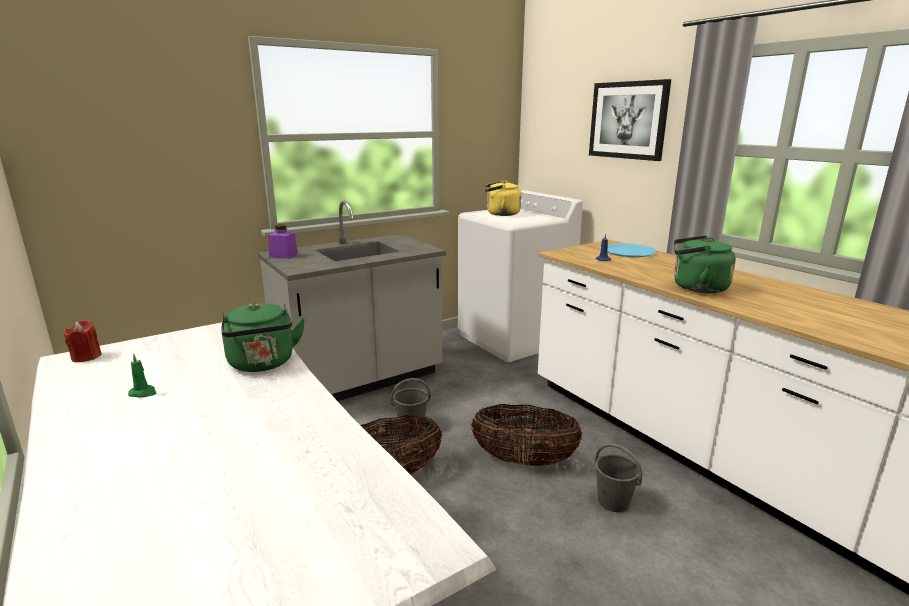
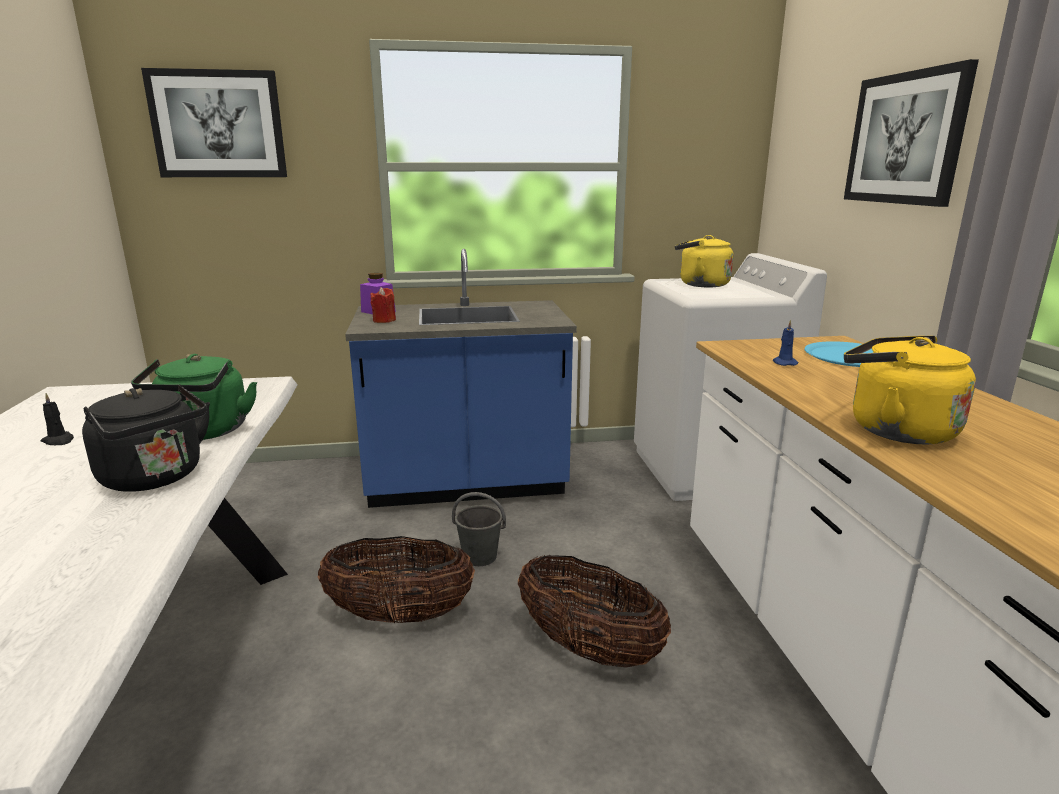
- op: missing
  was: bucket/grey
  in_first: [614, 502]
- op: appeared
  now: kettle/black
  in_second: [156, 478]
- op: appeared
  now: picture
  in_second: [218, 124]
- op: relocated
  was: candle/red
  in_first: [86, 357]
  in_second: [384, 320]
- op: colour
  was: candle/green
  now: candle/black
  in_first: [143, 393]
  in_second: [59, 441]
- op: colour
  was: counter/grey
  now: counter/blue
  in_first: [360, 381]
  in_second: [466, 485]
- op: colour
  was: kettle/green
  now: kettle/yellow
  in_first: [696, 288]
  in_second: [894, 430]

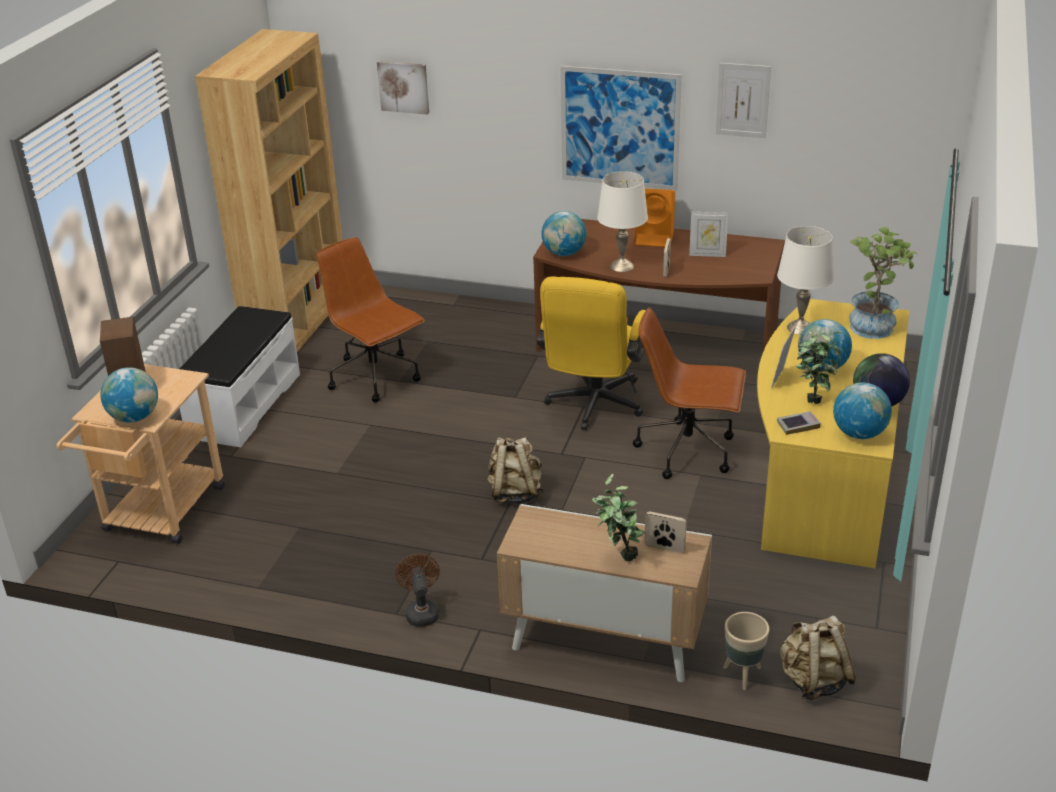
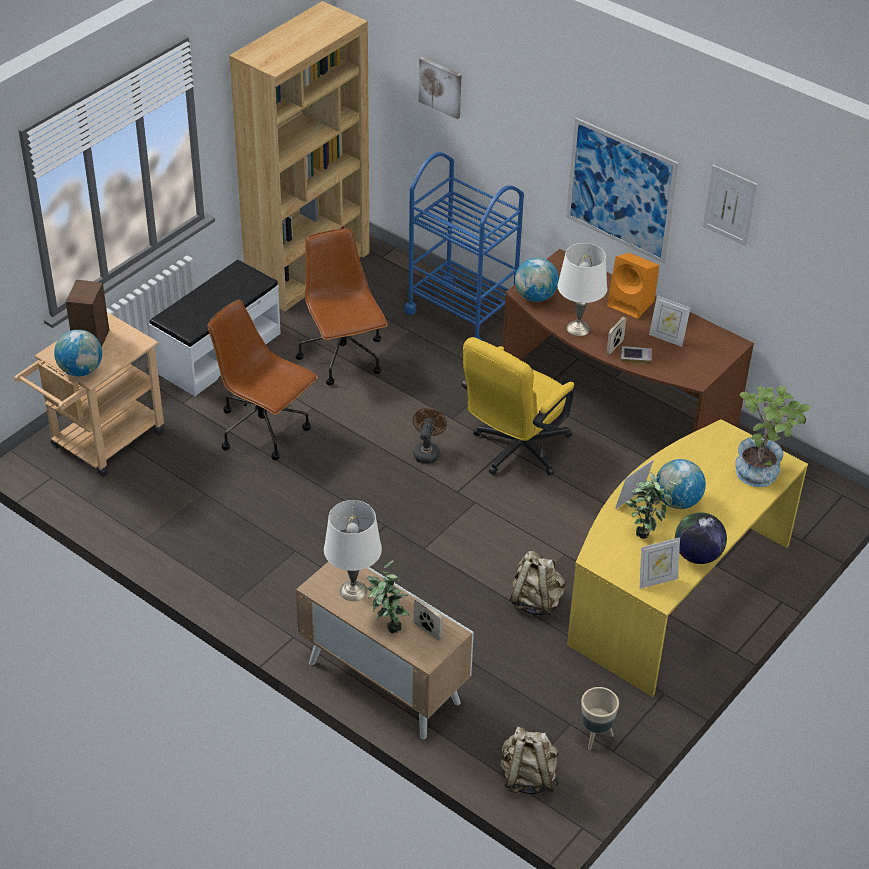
- op: appeared
  now: cart/blue
  in_second: [462, 314]
- op: relocated
  was: fan/brown
  in_first: [421, 611]
  in_second: [427, 451]
- op: relocated
  was: backpack/beige
  in_first: [515, 493]
  in_second: [536, 601]
- op: relocated
  was: office chair/brown
  in_first: [688, 451]
  in_second: [264, 430]
- op: relocated
  was: planter/beige
  in_first: [743, 675]
  in_second: [595, 736]
- op: relocated
  was: table lamp/white
  in_first: [800, 327]
  in_second: [353, 590]
- op: relocated
  was: book
  in_first: [798, 425]
  in_second: [636, 357]
- op: exchanged
  was: globe
  now: picture frame
  in_first: [859, 433]
  in_second: [656, 580]

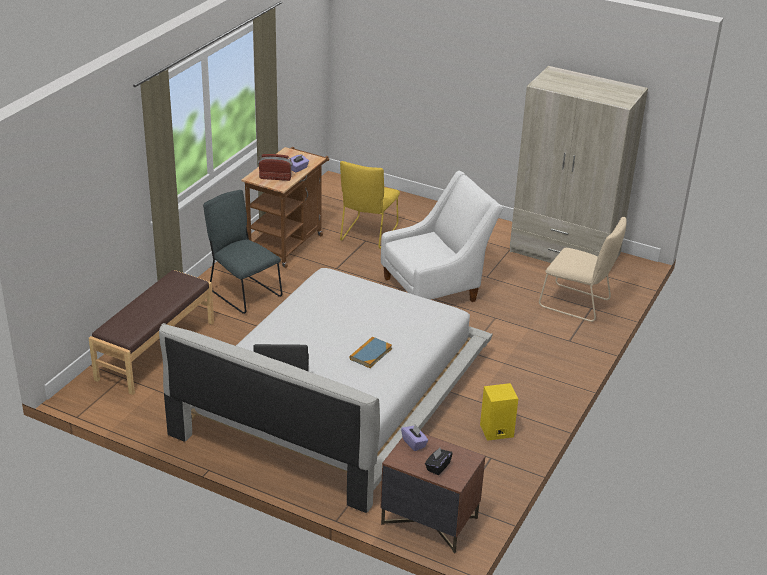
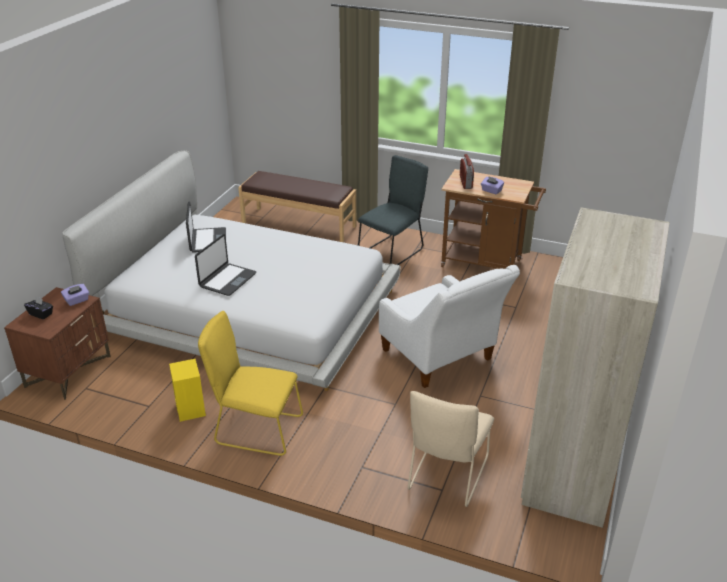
- op: relocated
  was: chair/yellow
  in_first: [367, 235]
  in_second: [255, 429]
- op: exchanged
  was: book
  now: laptop
  in_first: [370, 354]
  in_second: [227, 280]

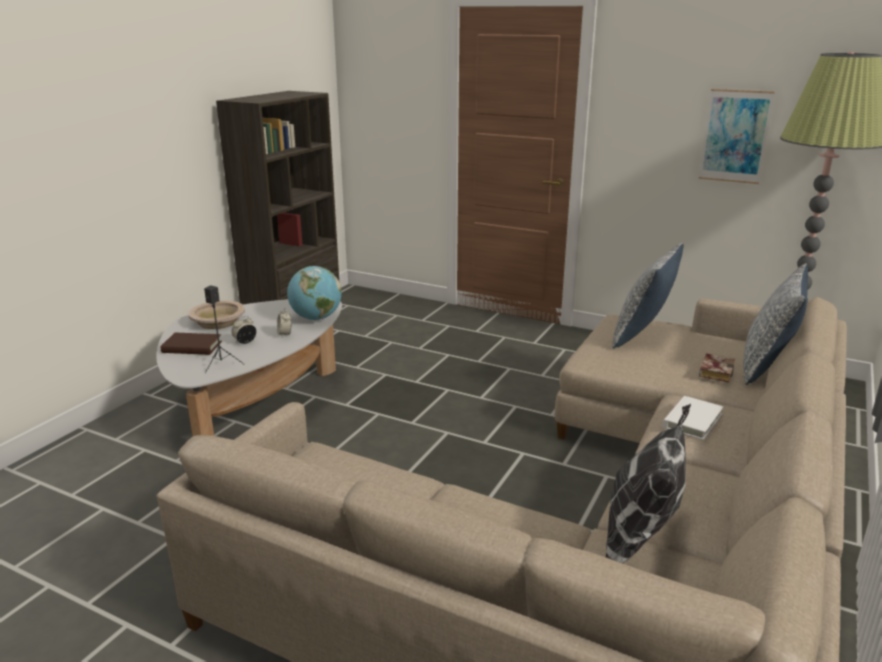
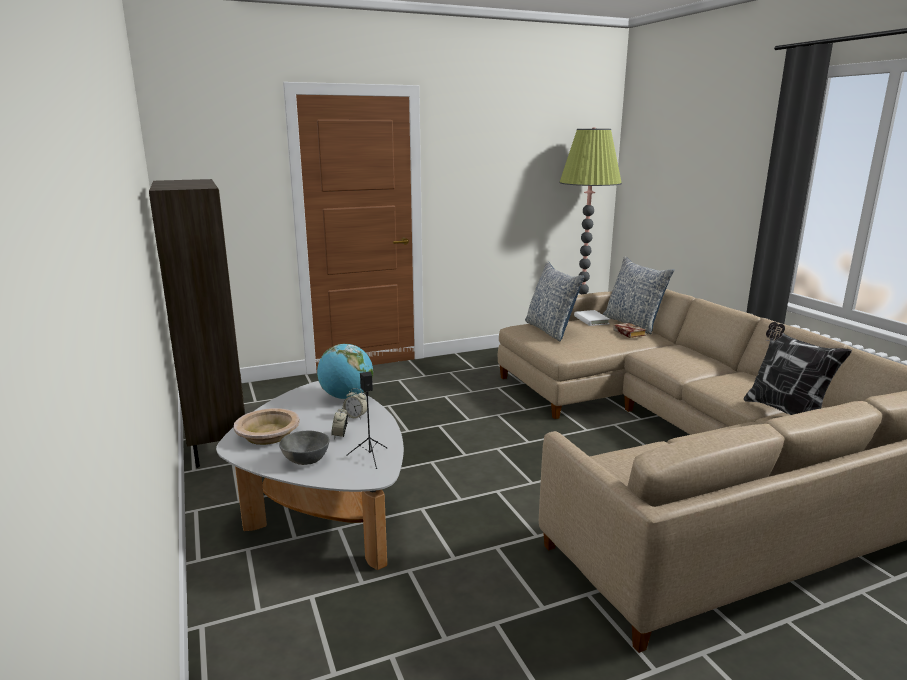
- op: missing
  was: picture
  in_first: [735, 136]
- op: relocated
  was: book/white
  in_first: [692, 421]
  in_second: [591, 320]
- op: exchanged
  was: book/brown
  now: bowl/grey
  in_first: [192, 347]
  in_second: [305, 460]

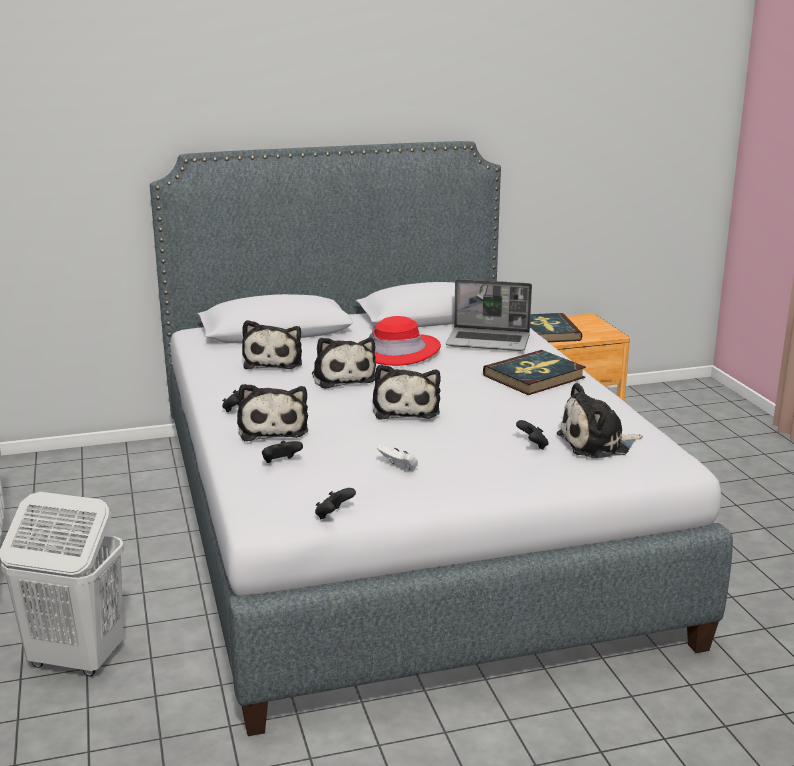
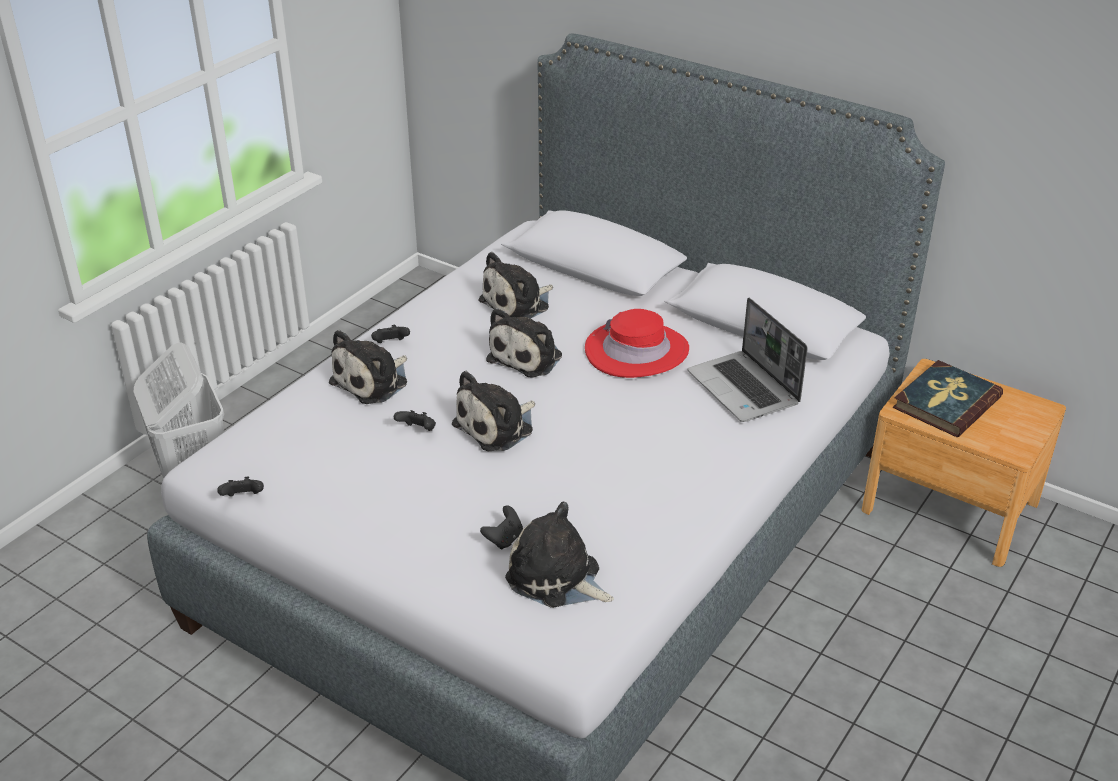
- op: missing
  was: game controller/white
  in_first: [399, 467]
- op: missing
  was: book
  in_first: [534, 377]
- op: relocated
  was: game controller/black
  in_first: [281, 463]
  in_second: [417, 431]

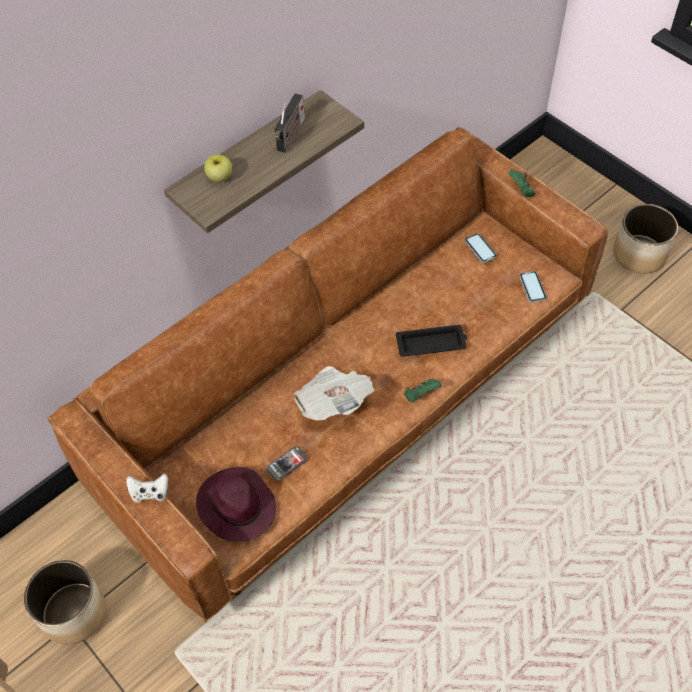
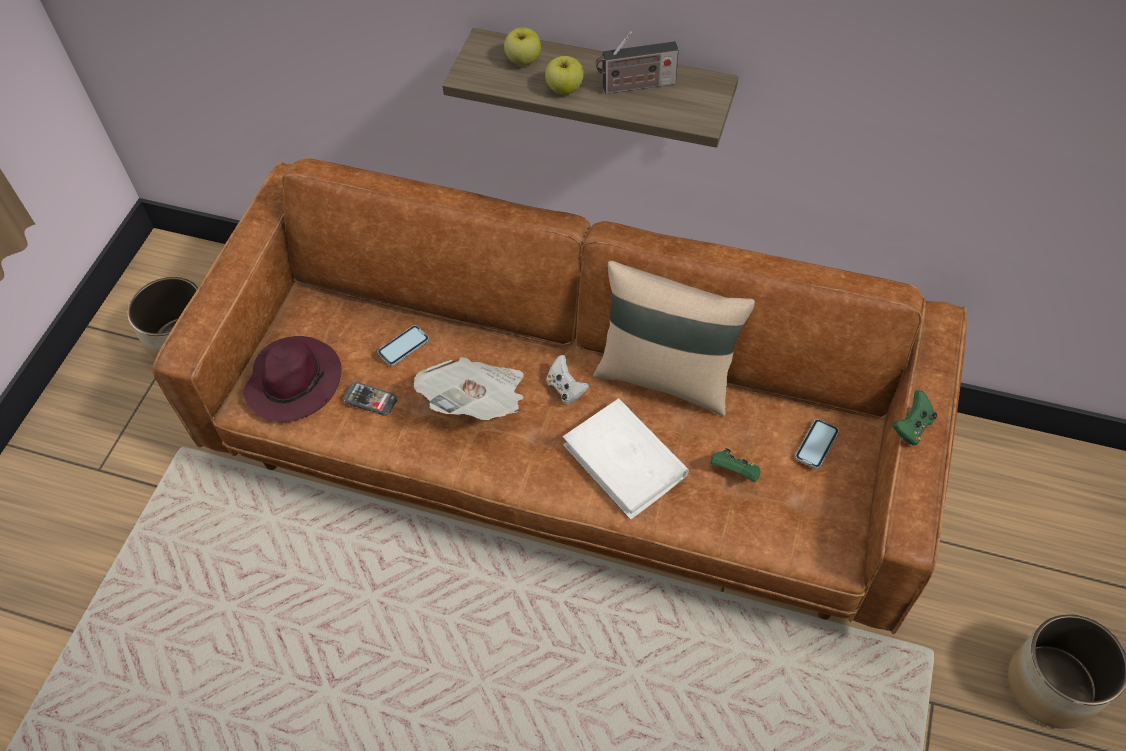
- op: appeared
  now: apple
  in_second: [564, 88]
- op: appeared
  now: pillow/beige
  in_second: [666, 376]
- op: relocated
  was: game controller/white
  in_first: [150, 493]
  in_second: [566, 389]
- op: relocated
  was: game controller/green
  in_first: [420, 395]
  in_second: [735, 472]
- op: relocated
  was: phone
  in_first: [532, 287]
  in_second: [403, 346]
- op: exchanged
  was: tray/black
  now: book/white
  in_first: [432, 343]
  in_second: [625, 461]

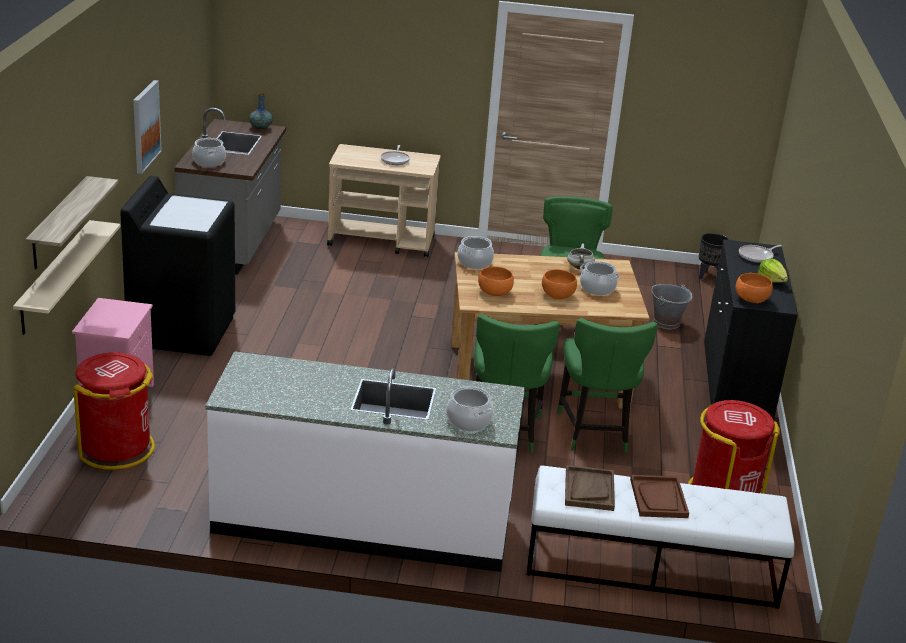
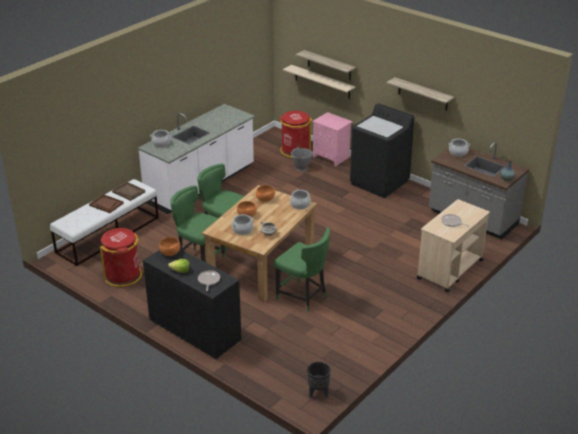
- op: relocated
  was: bucket/grey
  in_first: [666, 322]
  in_second: [301, 168]
- op: exchanged
  was: picture
  now: shelf
  in_first: [145, 126]
  in_second: [423, 94]

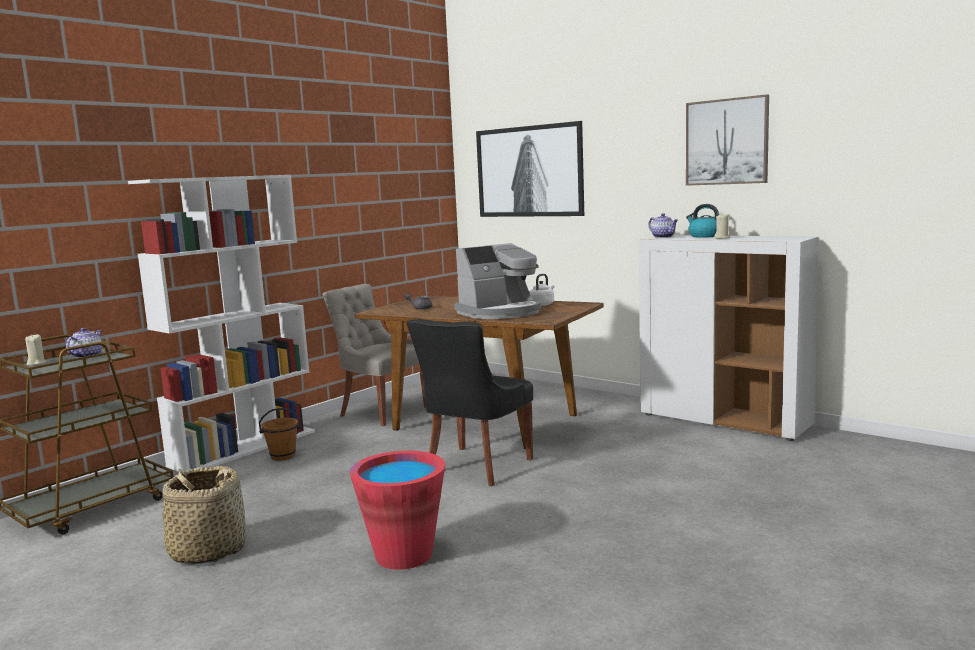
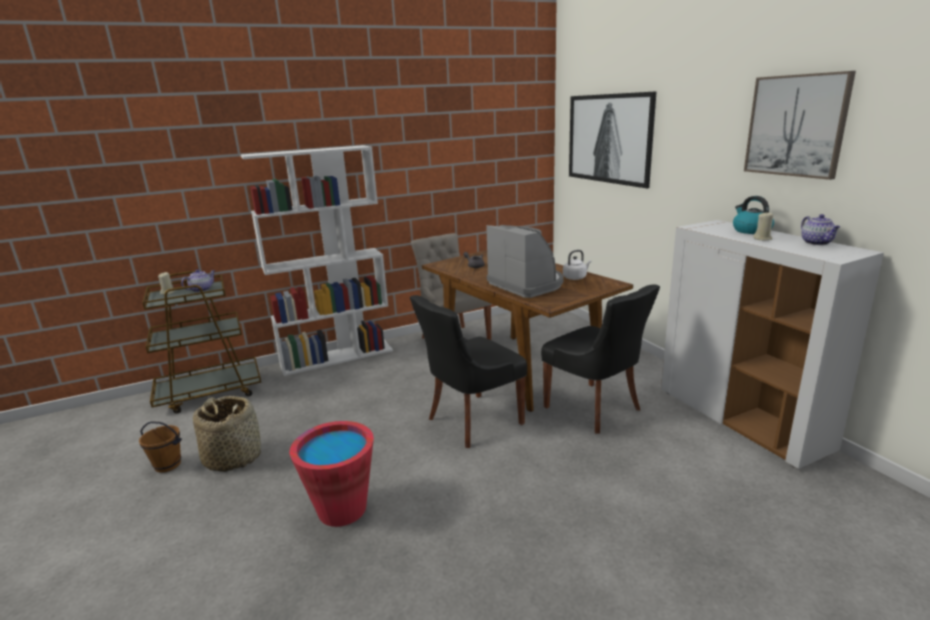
- op: appeared
  now: chair/black
  in_second: [594, 408]
- op: relocated
  was: bucket/brown
  in_first: [283, 456]
  in_second: [168, 465]
- op: relocated
  was: teapot
  in_first: [663, 237]
  in_second: [817, 243]
- op: spun
  was: coffee machine
  in_first: [500, 312]
  in_second: [527, 284]
  clockwise: -120

